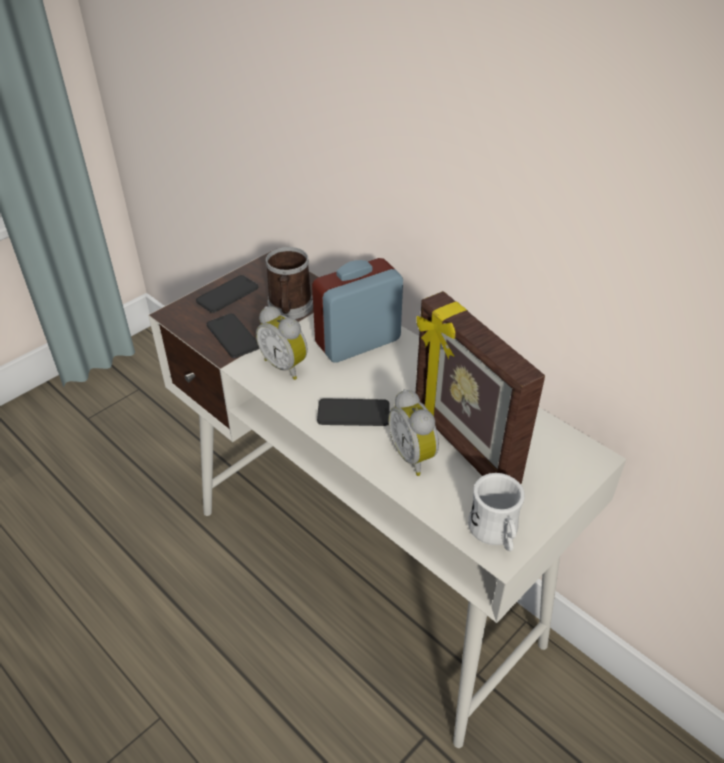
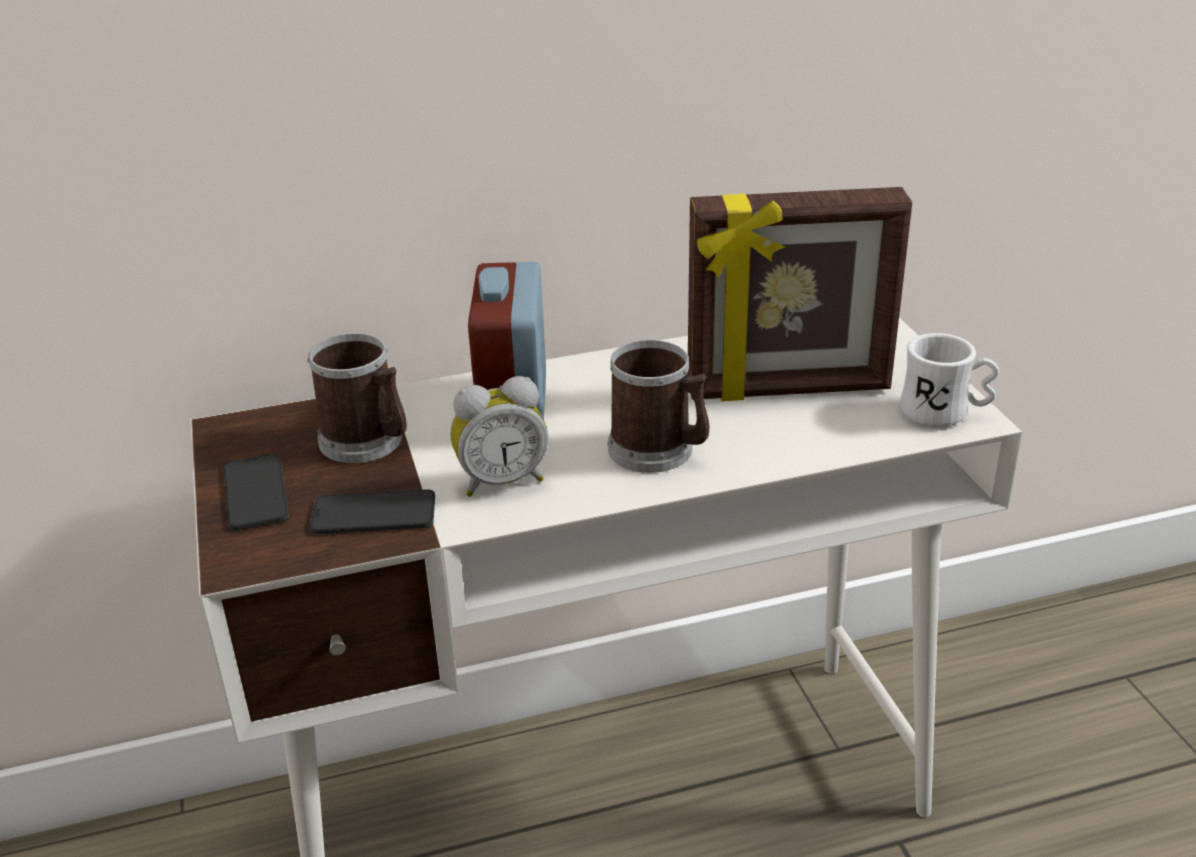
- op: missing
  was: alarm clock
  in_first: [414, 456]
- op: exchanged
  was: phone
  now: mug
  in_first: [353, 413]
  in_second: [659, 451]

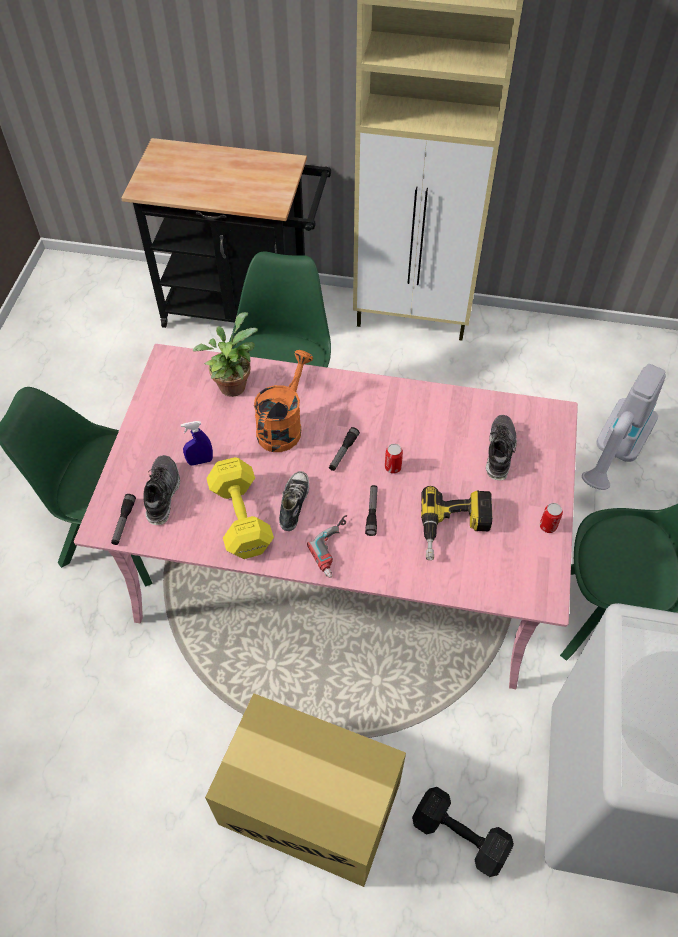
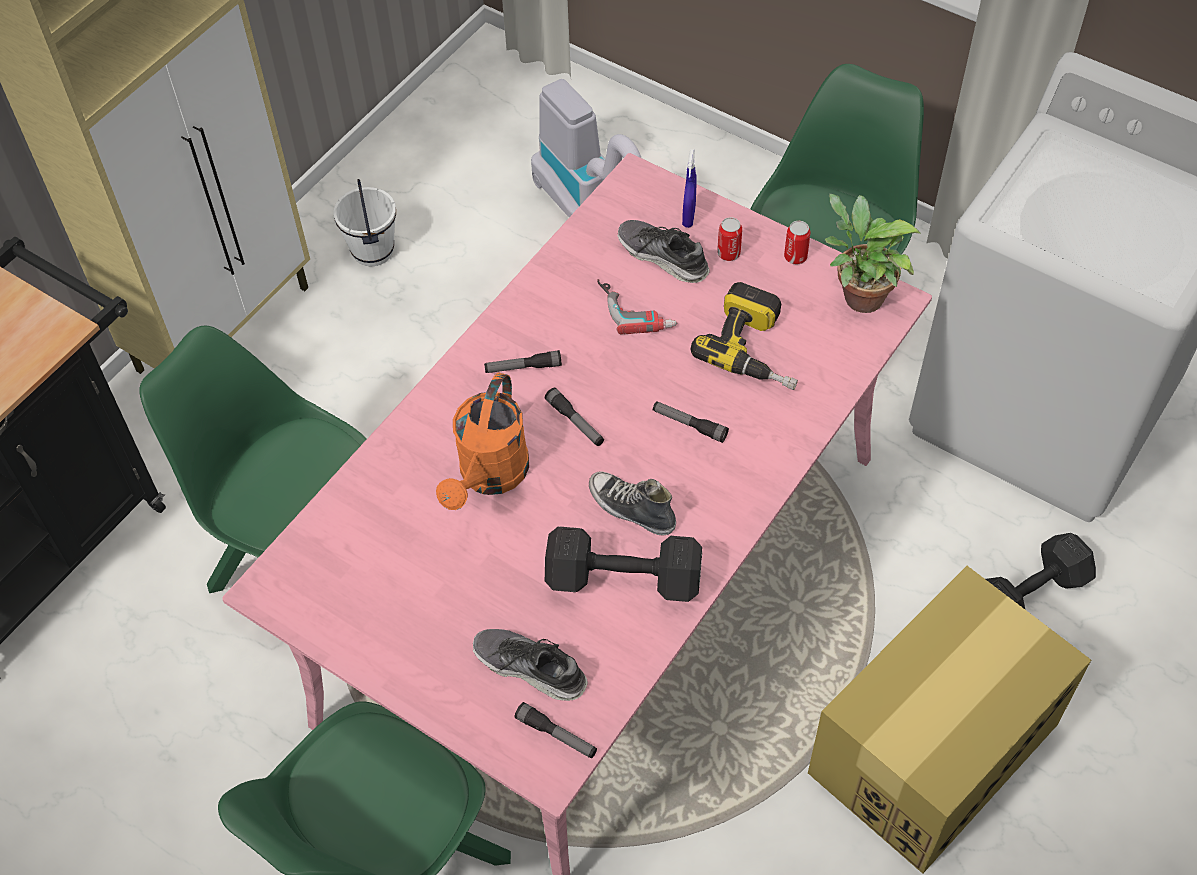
- op: appeared
  now: bucket/white
  in_second: [372, 251]
- op: appeared
  now: flashlight
  in_second: [523, 367]
- op: relocated
  was: spray bottle/blue
  in_first: [200, 461]
  in_second: [688, 217]
- op: relocated
  was: potted plant
  in_first: [232, 383]
  in_second: [858, 296]
- op: relocated
  was: power drill
  in_first: [337, 549]
  in_second: [637, 308]
- op: relocated
  was: can
  in_first: [393, 467]
  in_second: [728, 253]
- op: colour
  was: dumbbell/yellow
  now: dumbbell/black
  in_first: [241, 516]
  in_second: [620, 578]
- op: spun
  was: watering can/orange
  in_first: [283, 425]
  in_second: [489, 477]
  clockwise: -120

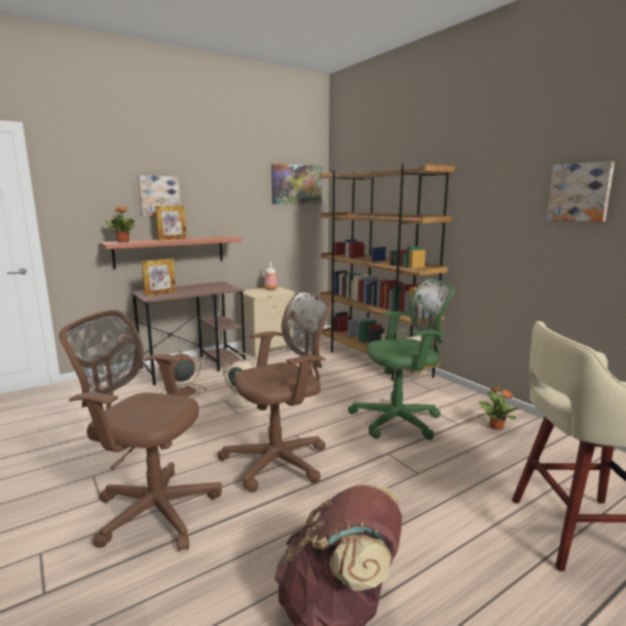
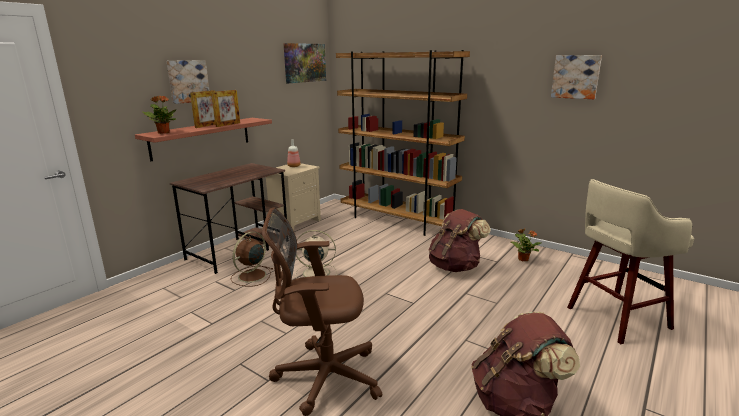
- op: missing
  was: office chair/brown
  in_first: [280, 461]
- op: relocated
  was: picture frame
  in_first: [160, 293]
  in_second: [228, 124]
- op: exchanged
  was: office chair/green
  now: backpack/brown
  in_first: [400, 420]
  in_second: [455, 266]

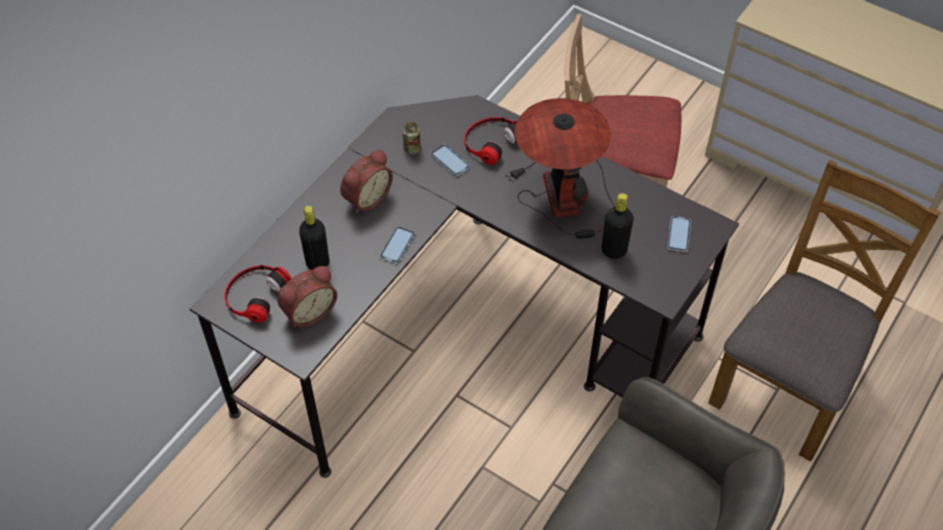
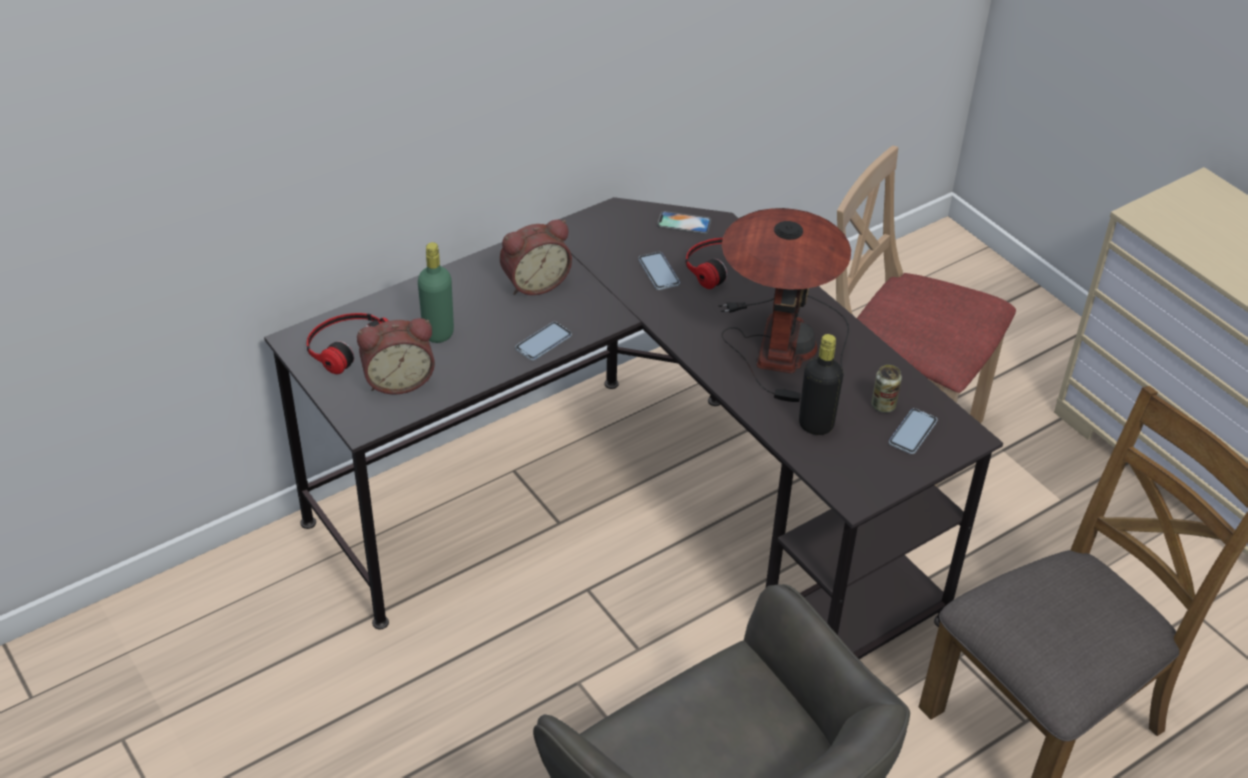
- op: appeared
  now: phone
  in_second: [684, 223]
- op: relocated
  was: can
  in_first: [412, 149]
  in_second: [883, 405]
- op: colour
  was: bottle/black
  now: bottle/green
  in_first: [317, 262]
  in_second: [438, 333]

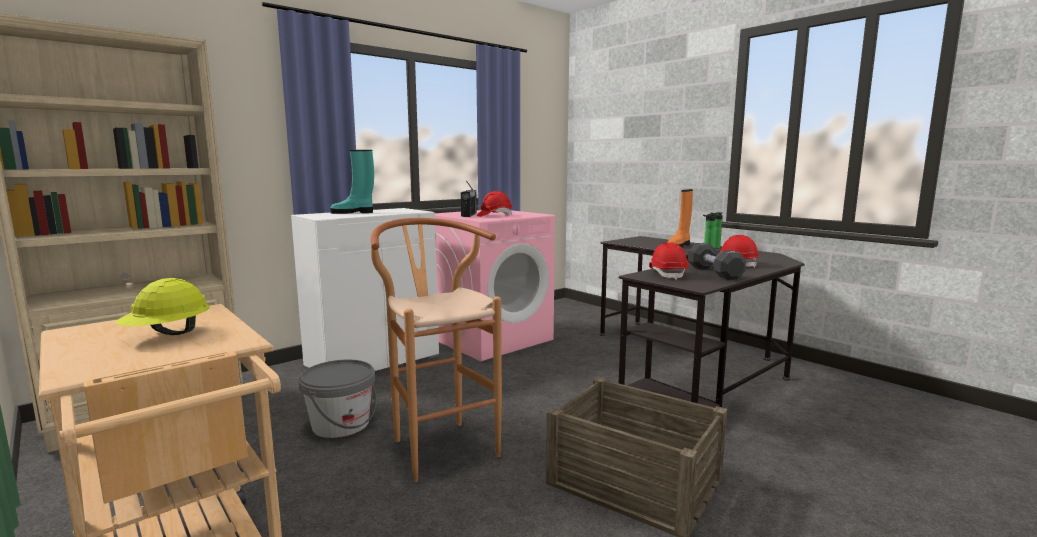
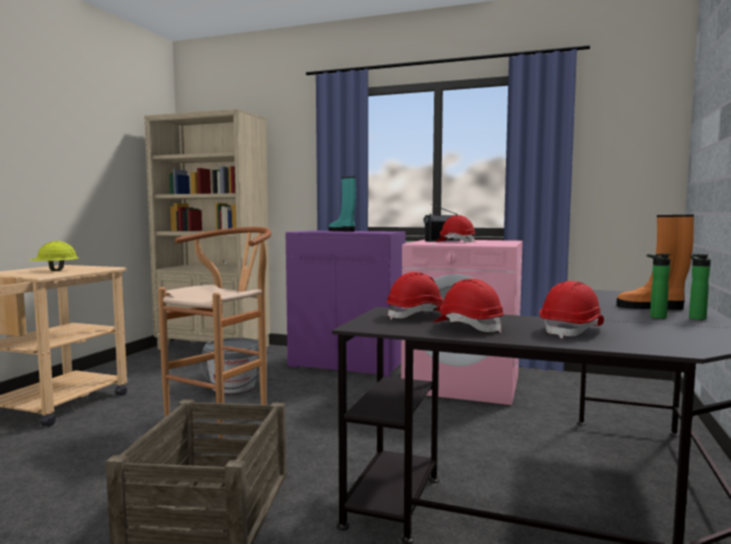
- op: exchanged
  was: dumbbell/black
  now: hard hat/red
  in_first: [714, 273]
  in_second: [468, 327]
- op: colour
  was: cabinet/white
  now: cabinet/purple
  in_first: [373, 361]
  in_second: [348, 364]

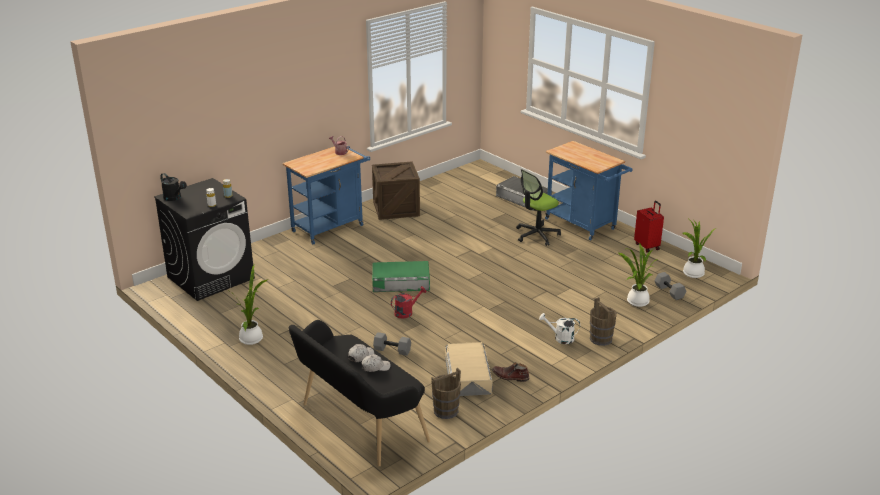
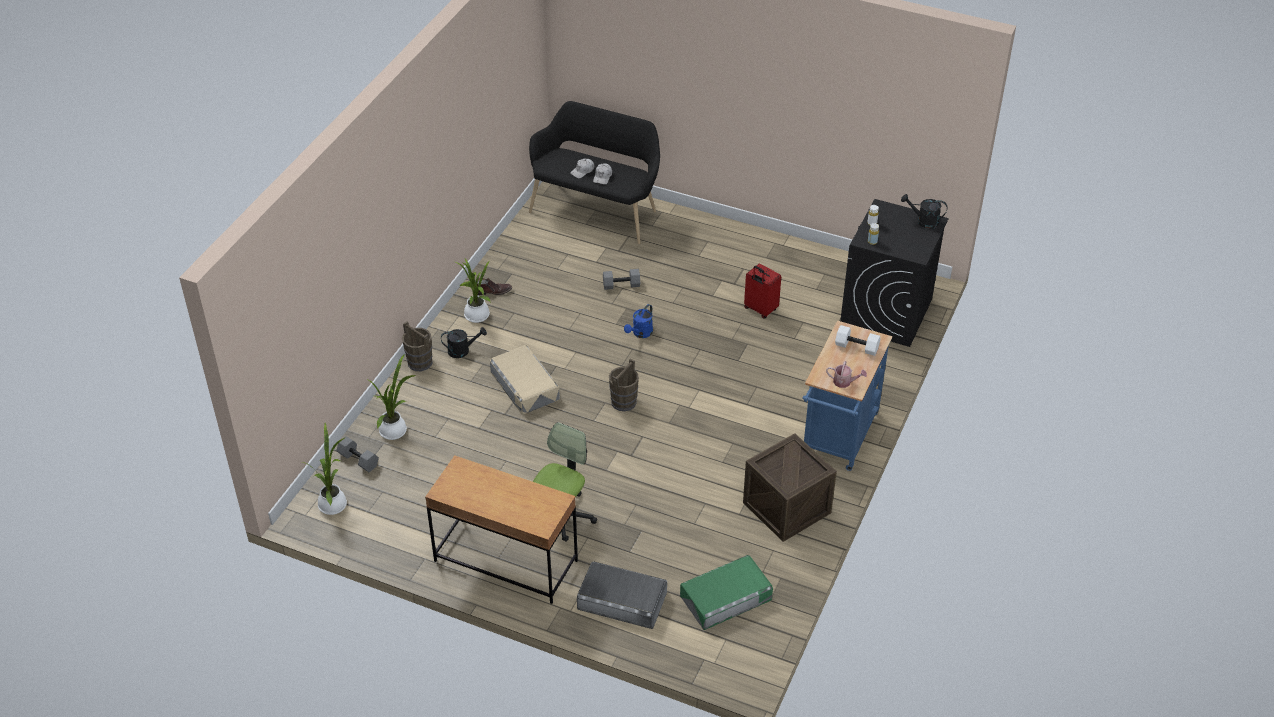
- op: appeared
  now: dumbbell/white
  in_second: [857, 346]
- op: relocated
  was: potted plant
  in_first: [252, 338]
  in_second: [476, 317]
- op: relocated
  was: storage box/green
  in_first: [401, 282]
  in_second: [726, 598]
- op: relocated
  was: bucket/brown
  in_first: [446, 411]
  in_second: [623, 402]
- op: relocated
  was: storage box/beige
  in_first: [468, 375]
  in_second: [524, 385]
- op: relocated
  was: suitcase/red
  in_first: [647, 246]
  in_second: [760, 309]
- op: exchanged
  was: cart/blue
  now: desk/brown
  in_first: [583, 225]
  in_second: [505, 561]
- op: colour
  was: watering can/red
  now: watering can/blue
  in_first: [406, 312]
  in_second: [640, 334]
- op: colour
  was: watering can/white
  now: watering can/black
  in_first: [560, 338]
  in_second: [462, 350]

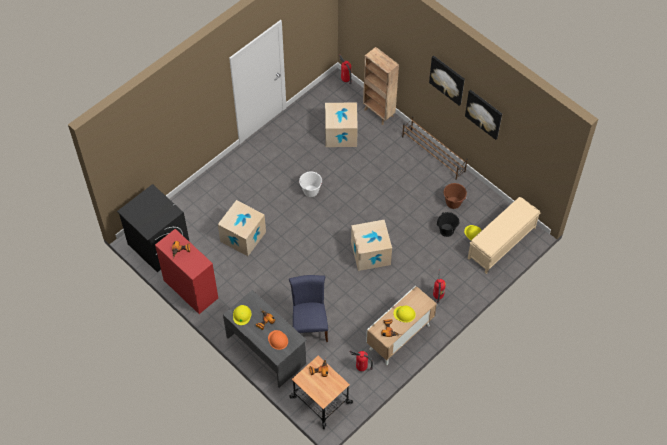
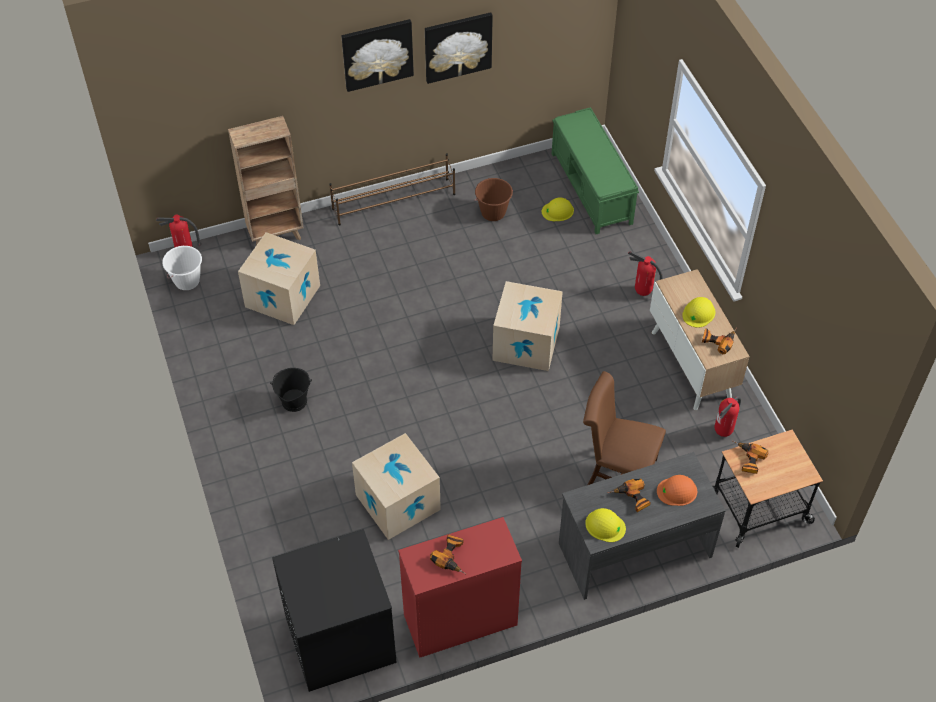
- op: relocated
  was: bucket/white
  in_first: [311, 191]
  in_second: [187, 281]
- op: relocated
  was: bucket/black
  in_first: [446, 230]
  in_second: [294, 401]
- op: colour
  was: chair/blue
  now: chair/brown
  in_first: [309, 326]
  in_second: [617, 472]
- op: colour
  was: bench/beige
  now: bench/green
  in_first: [501, 243]
  in_second: [591, 189]

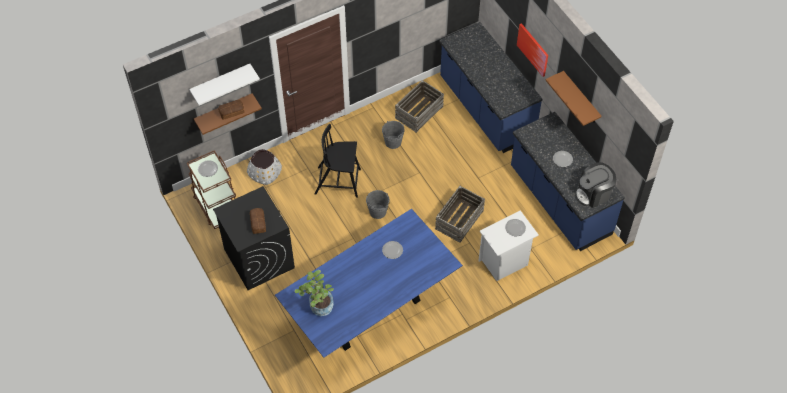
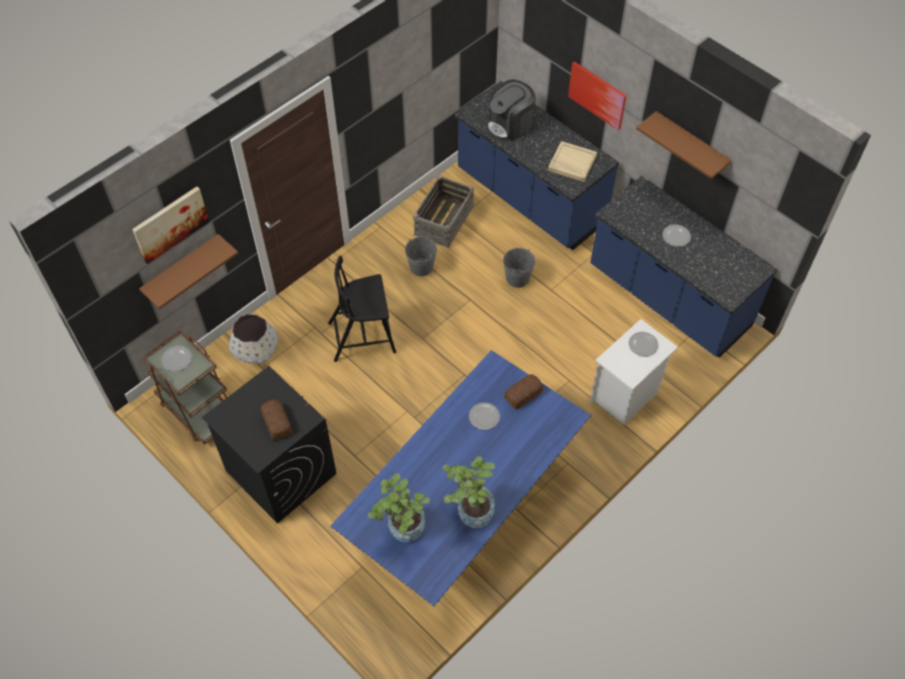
- op: missing
  was: crate
  in_first: [459, 220]
- op: appeared
  now: potted plant
  in_second: [470, 510]
- op: appeared
  now: tray/beige
  in_second: [571, 163]
- op: relocated
  was: bread
  in_first: [232, 112]
  in_second: [524, 395]
- op: relocated
  was: bucket/grey
  in_first: [378, 211]
  in_second: [517, 278]
- op: relocated
  was: coffee machine
  in_first: [593, 194]
  in_second: [510, 125]
- op: exchanged
  was: shelf/white
  now: picture
  in_first: [221, 82]
  in_second: [170, 224]

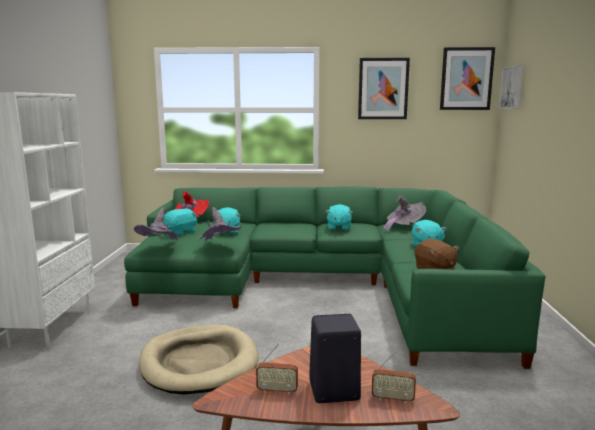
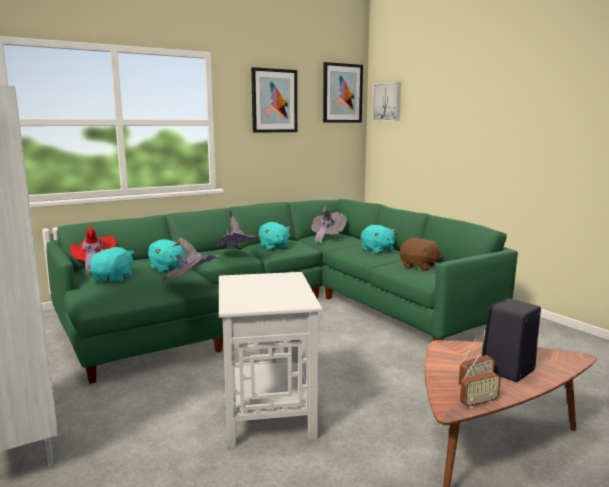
- op: relocated
  was: hat/grey
  in_first: [160, 248]
  in_second: [236, 256]
- op: relocated
  was: radio
  in_first: [392, 399]
  in_second: [478, 403]
- op: exchanged
  was: dog bed/beige
  now: side table/white
  in_first: [199, 363]
  in_second: [267, 411]

